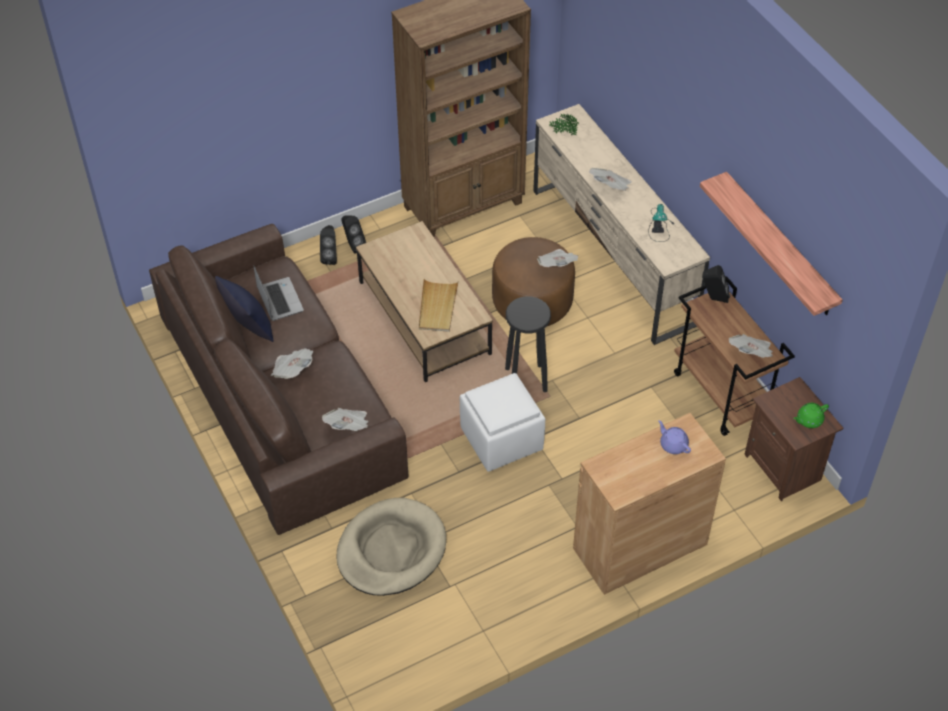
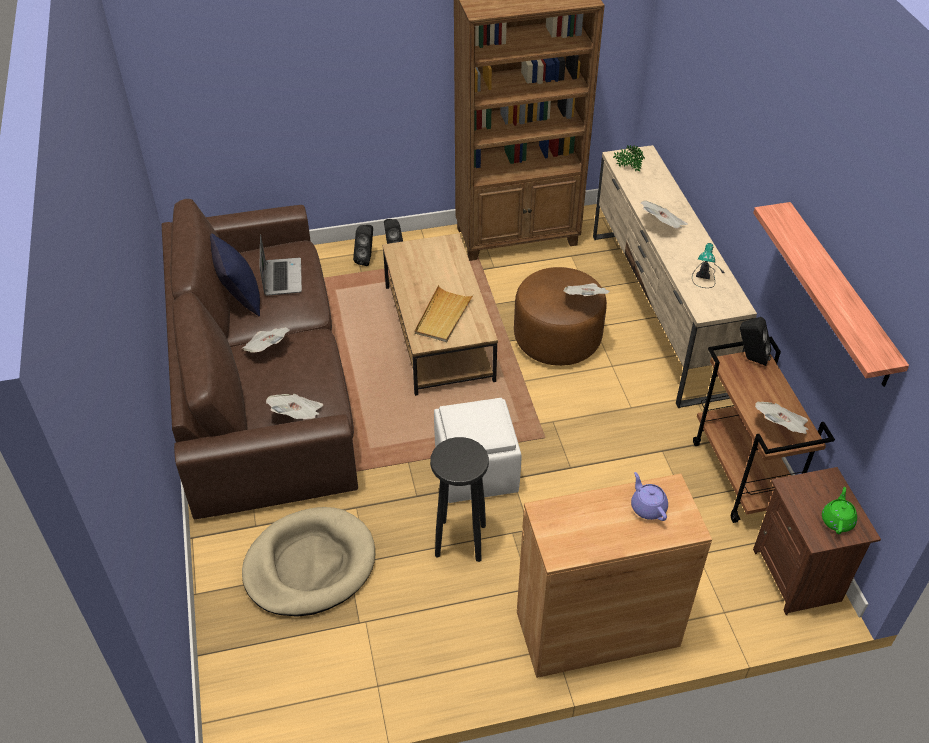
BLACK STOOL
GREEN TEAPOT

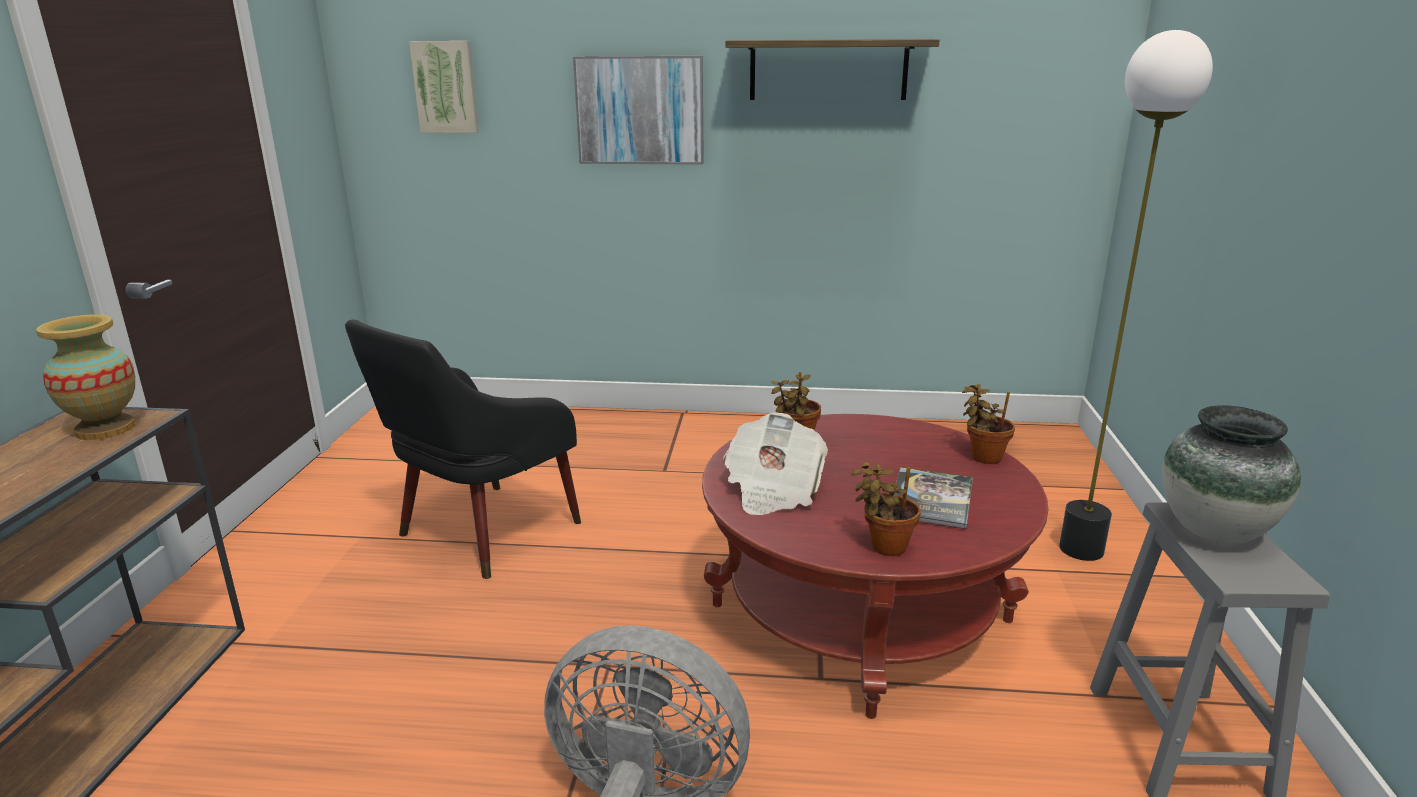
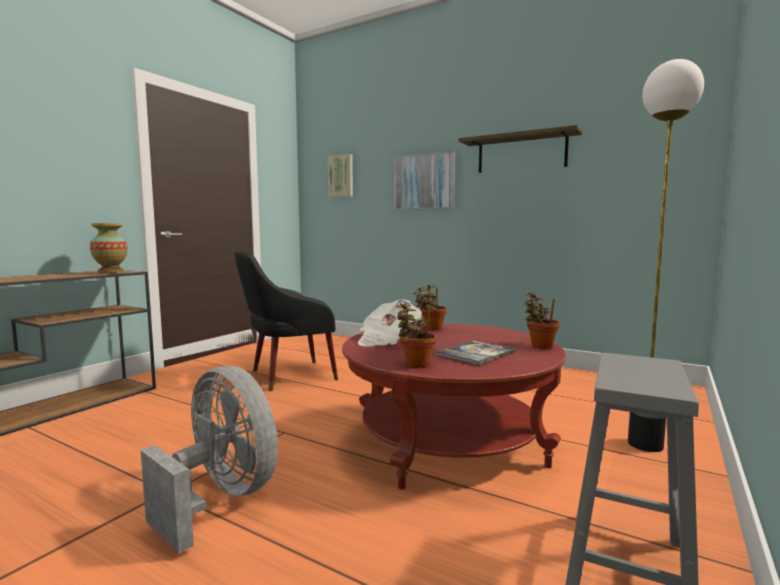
FLOWER VASE (2nd from left in the first image)

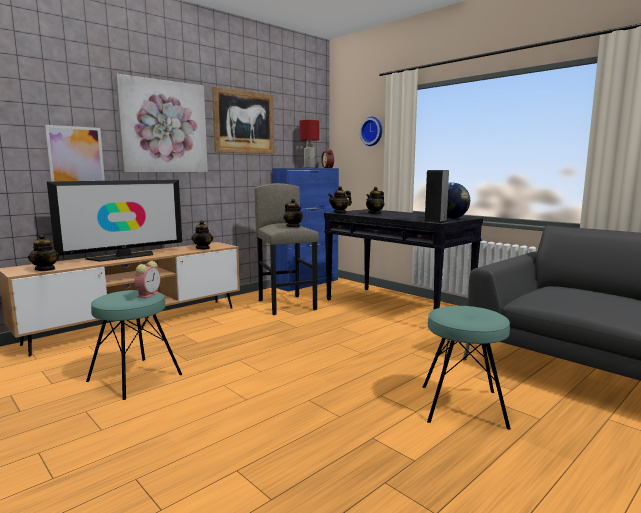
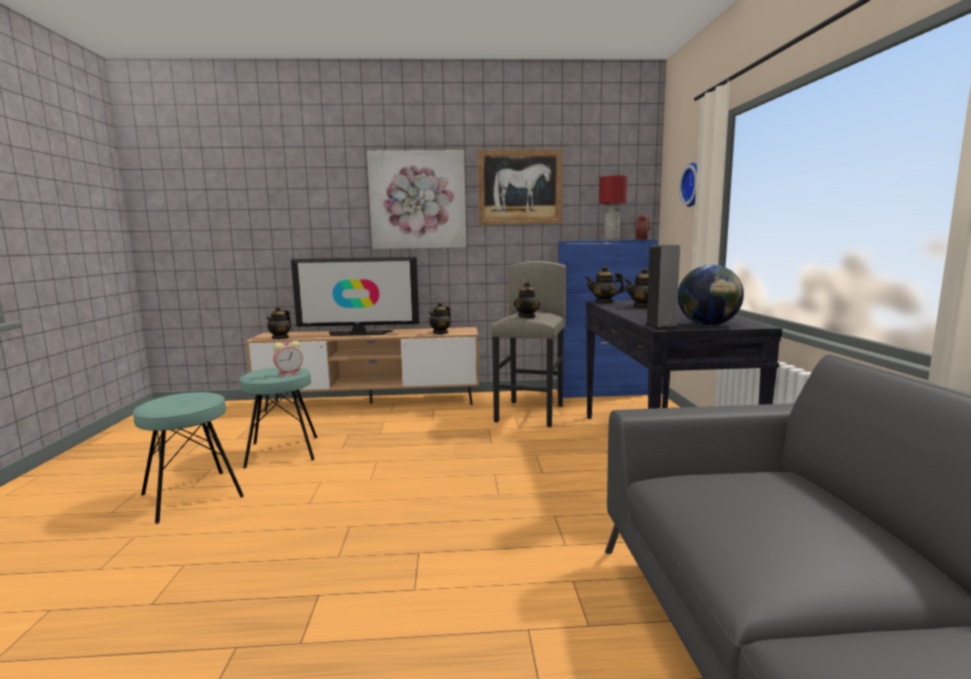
BLUE-GREEN STOOL (1st from left)
WALL ART (1st from left in the first image)

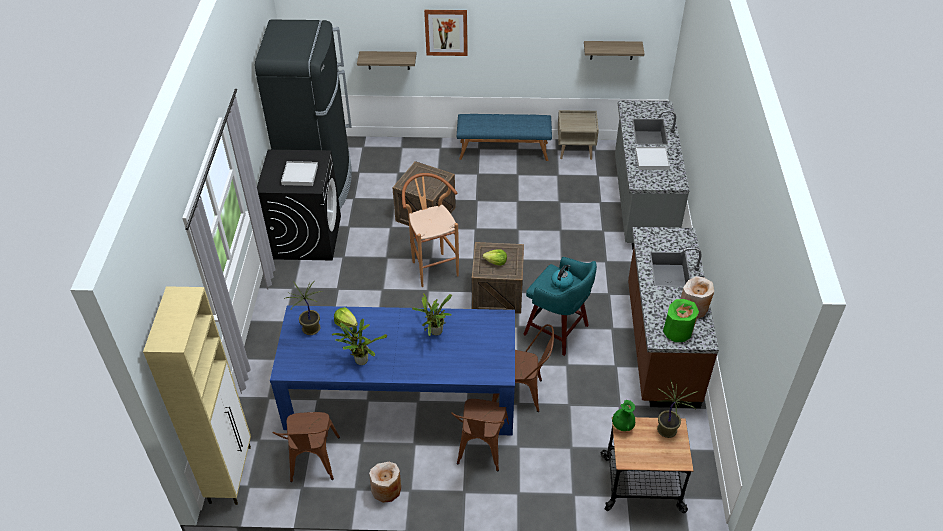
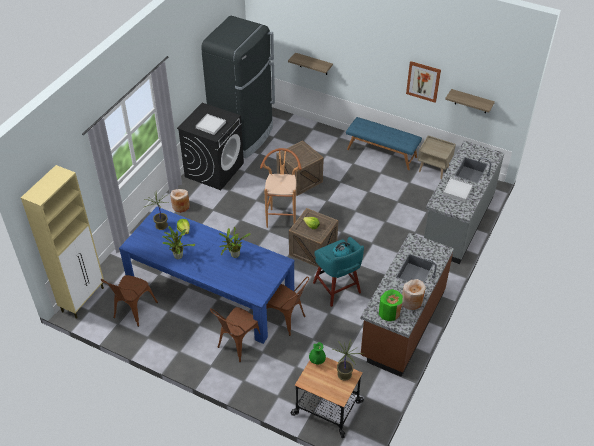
SAND-COLOURED FLOWER VASE (1st from left)
WALL ART

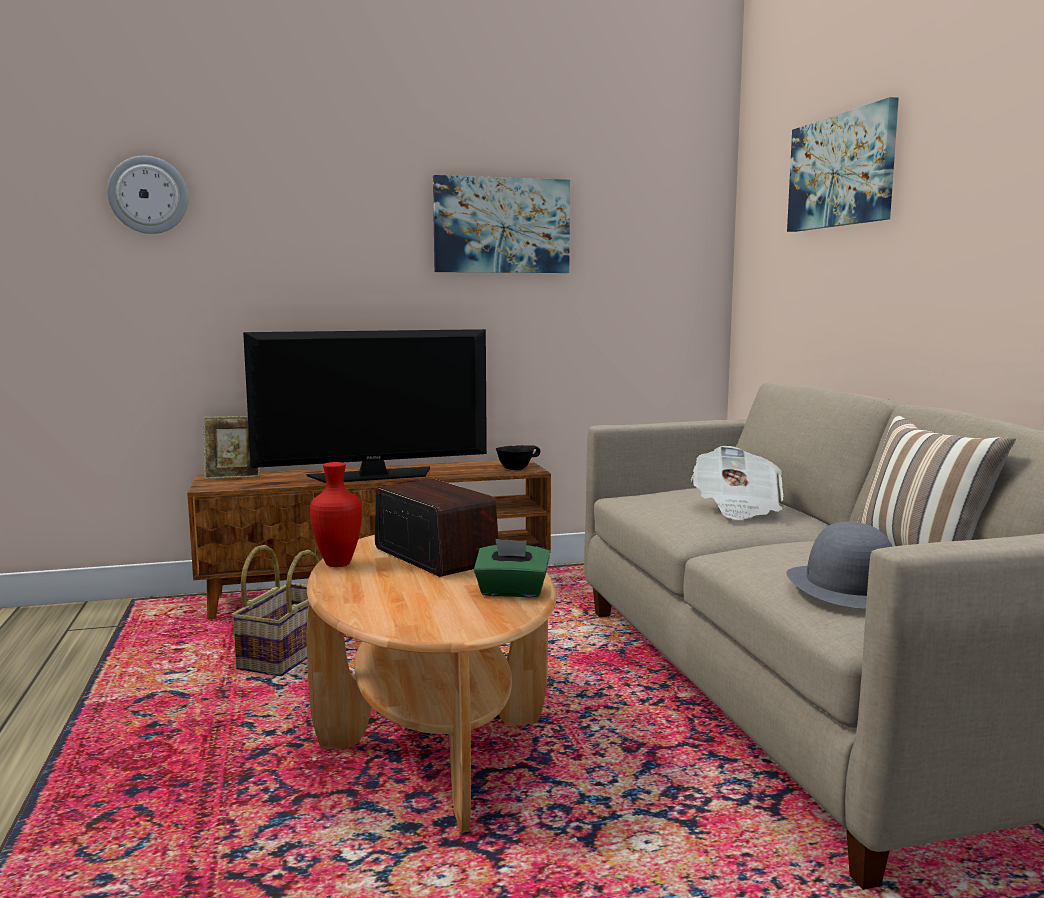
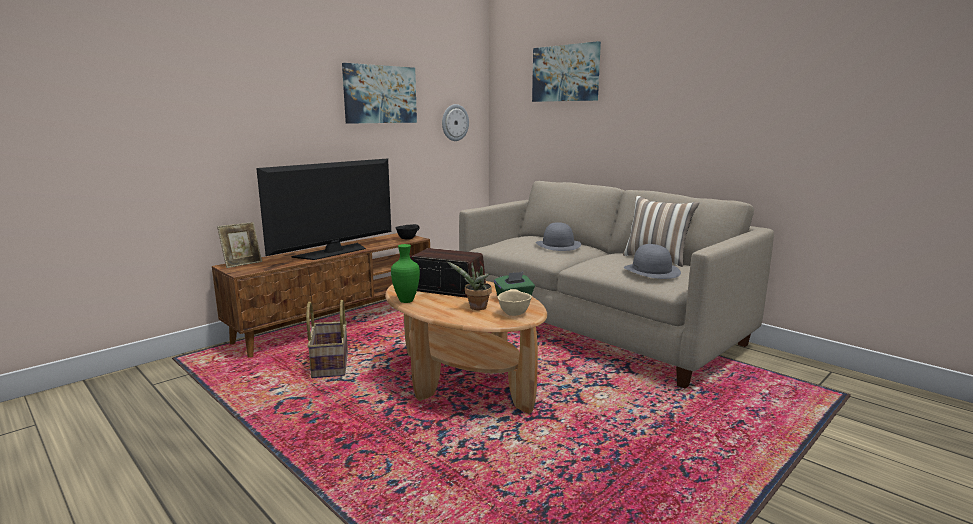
GREEN FLOWER VASE
HANGING CLOCK
POTTED PLANT
SAND-COLOURED SERVING BOWL
GRAY HAT (1st from left)

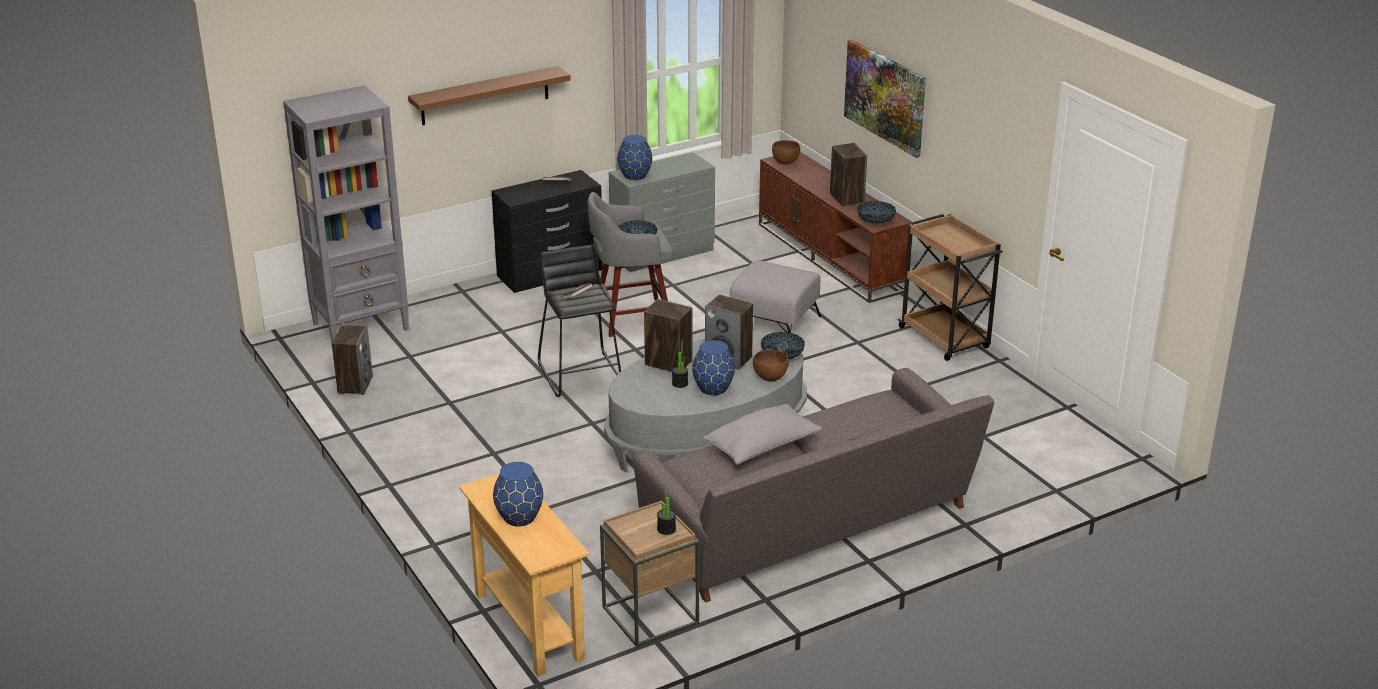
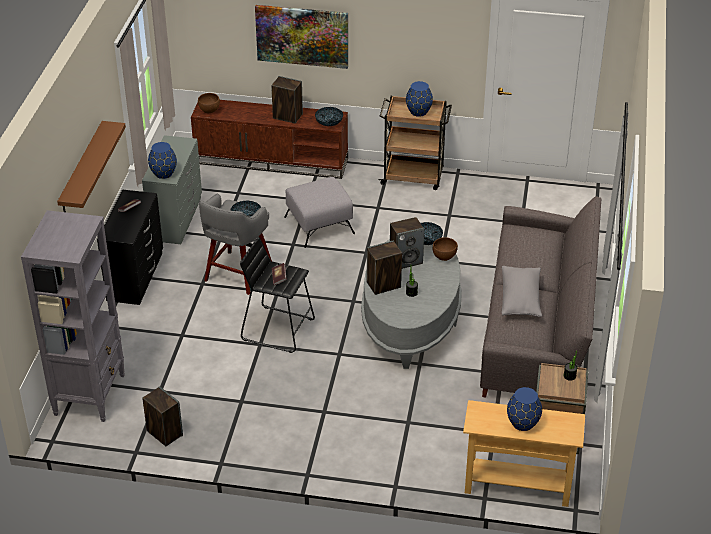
BLUE FLOWER VASE (2nd from left)

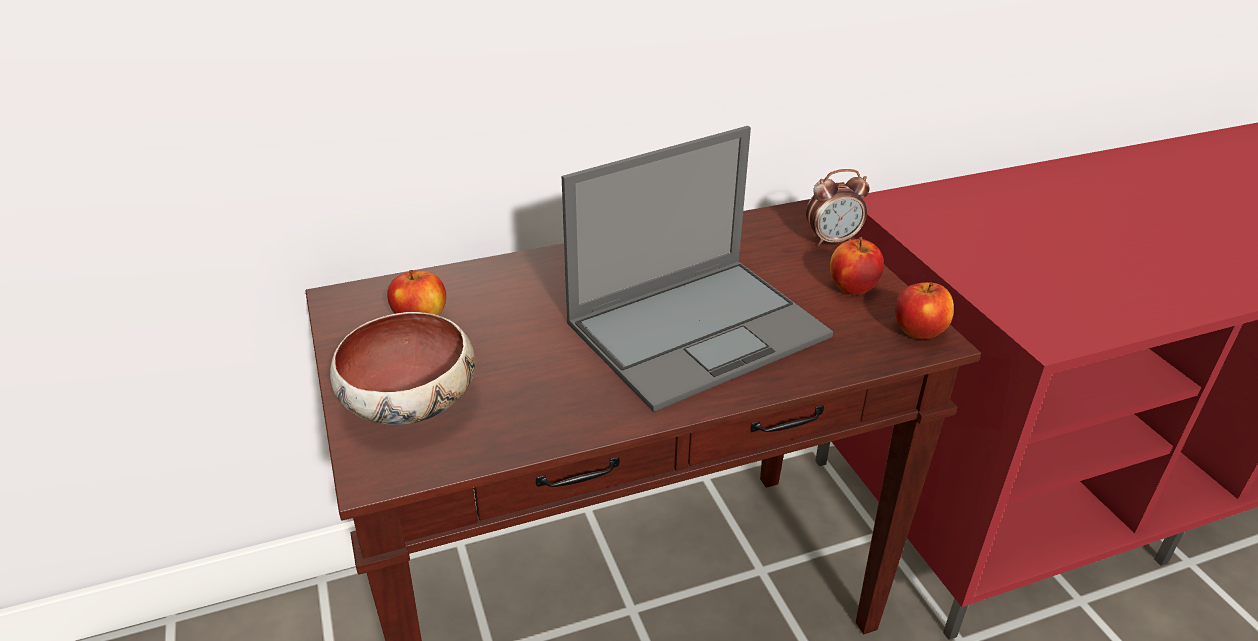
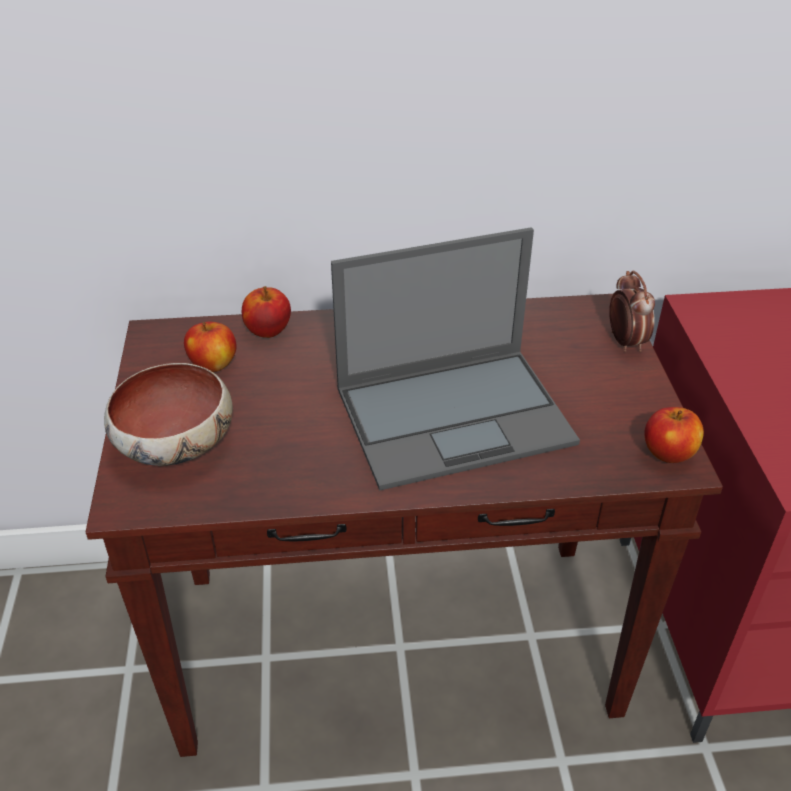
WHOLE APPLE (2nd from left)
ALARM CLOCK

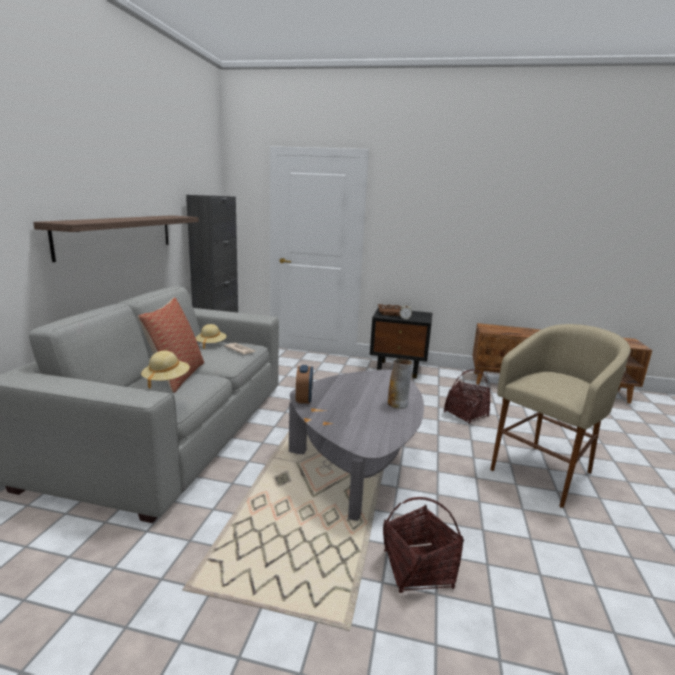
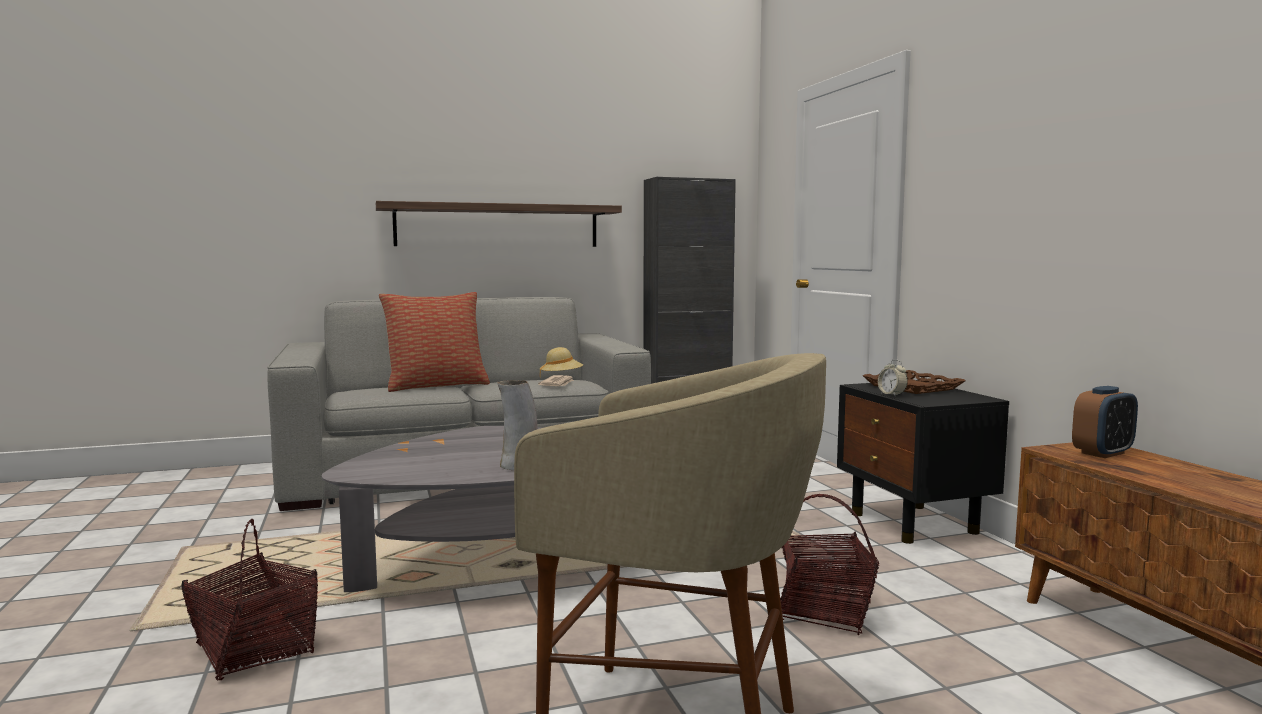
ALARM CLOCK (2nd from left)
SAND-COLOURED HAT (1st from left in the first image)

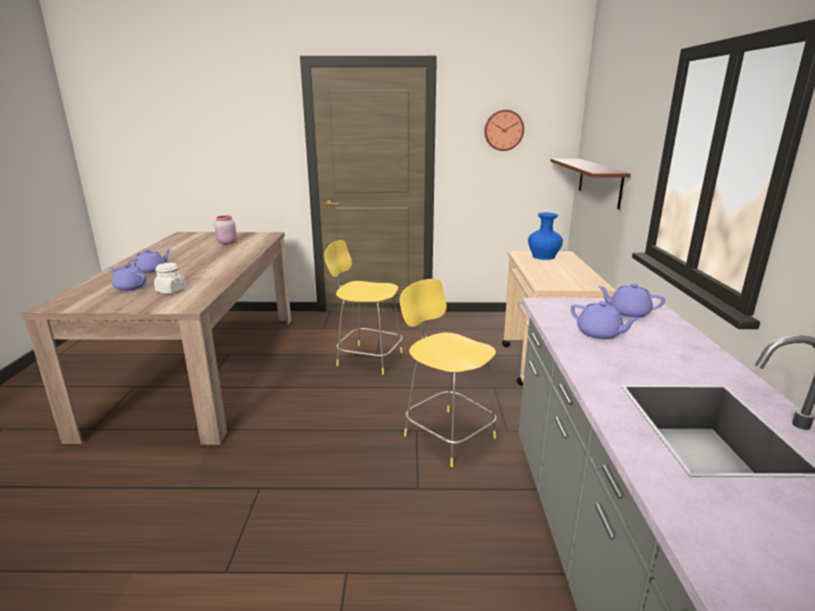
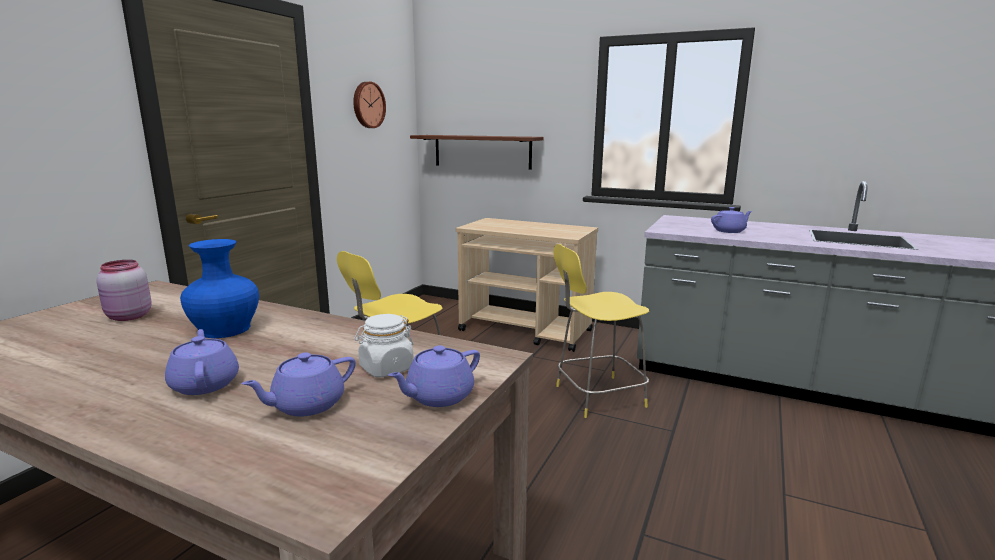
BLUE FLOWER VASE
PURPLE TEAPOT (3rd from left)

